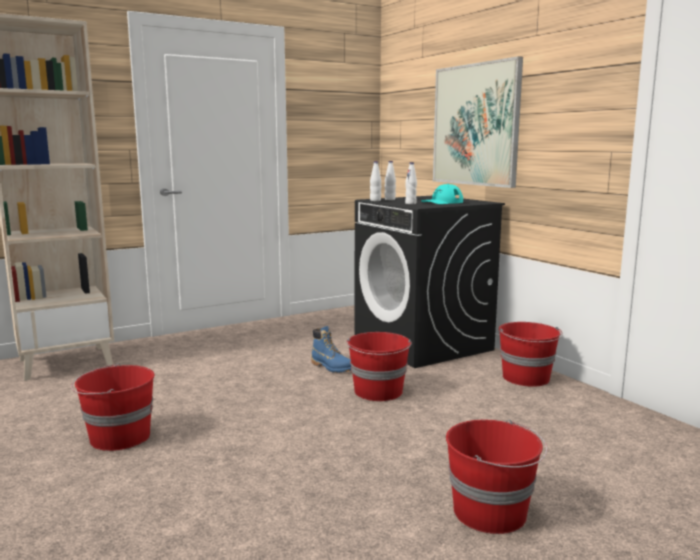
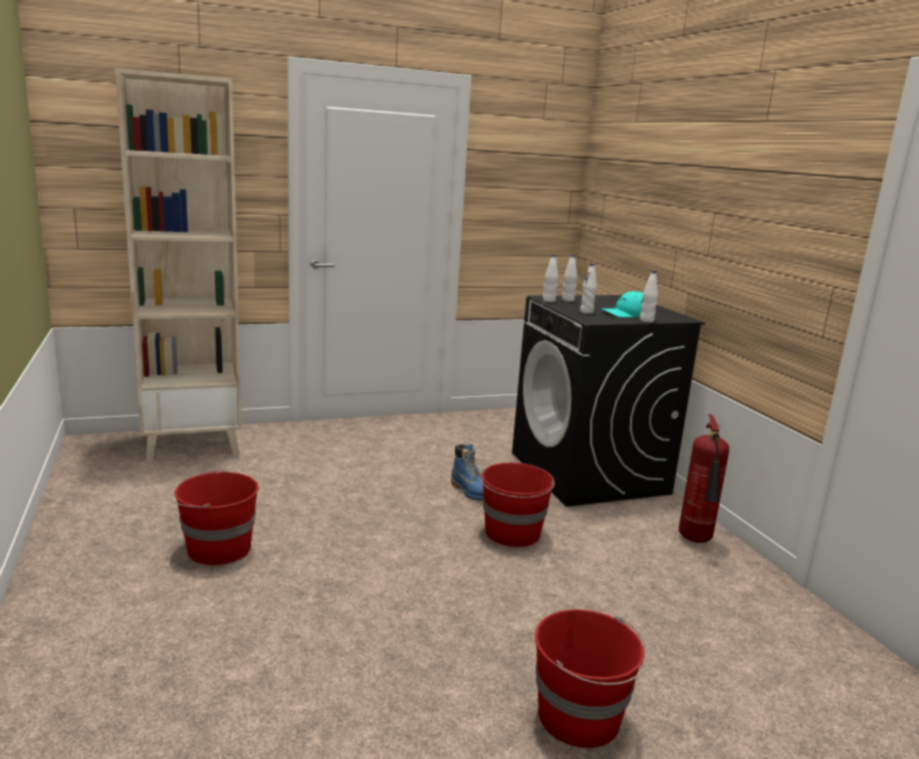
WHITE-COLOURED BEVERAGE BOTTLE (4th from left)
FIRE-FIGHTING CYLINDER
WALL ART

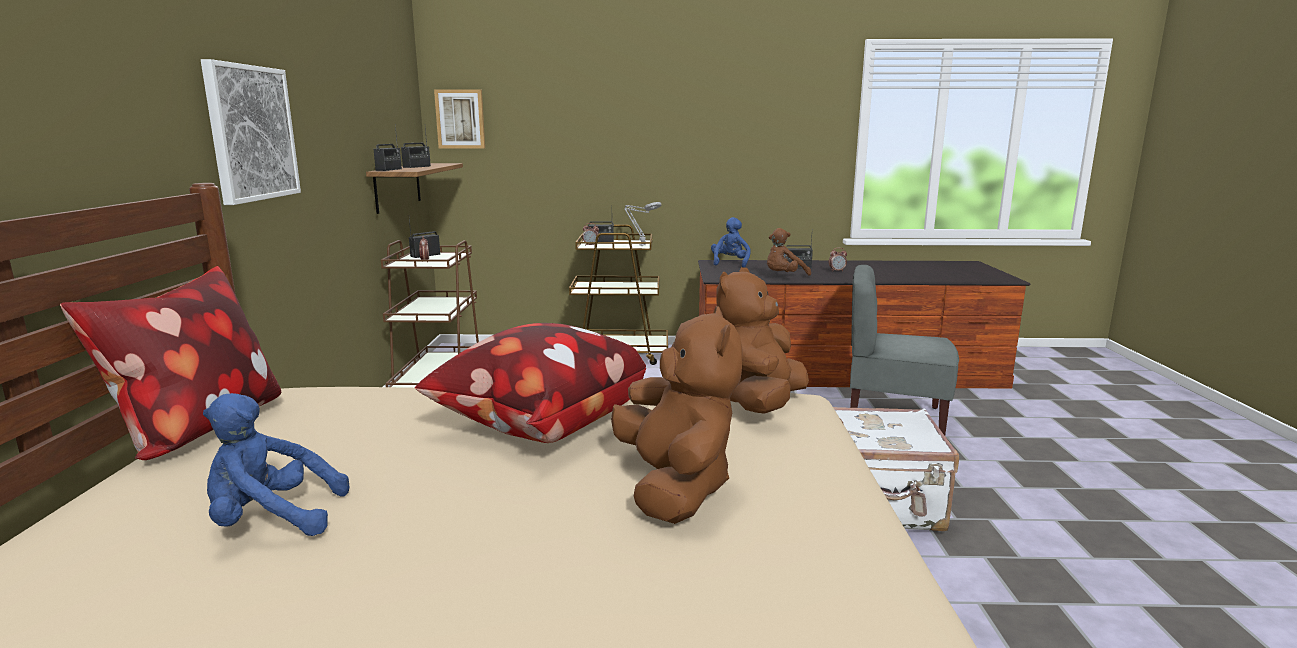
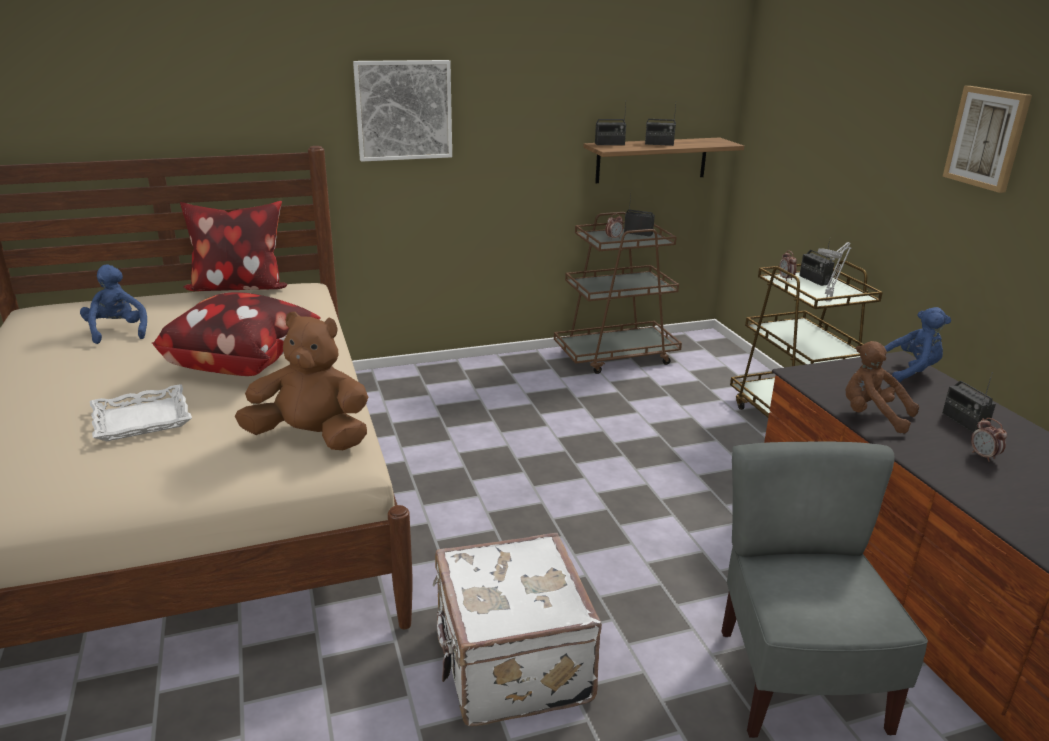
WHITE-COLOURED CARRYING TRAY
WALL ART (2nd from left)

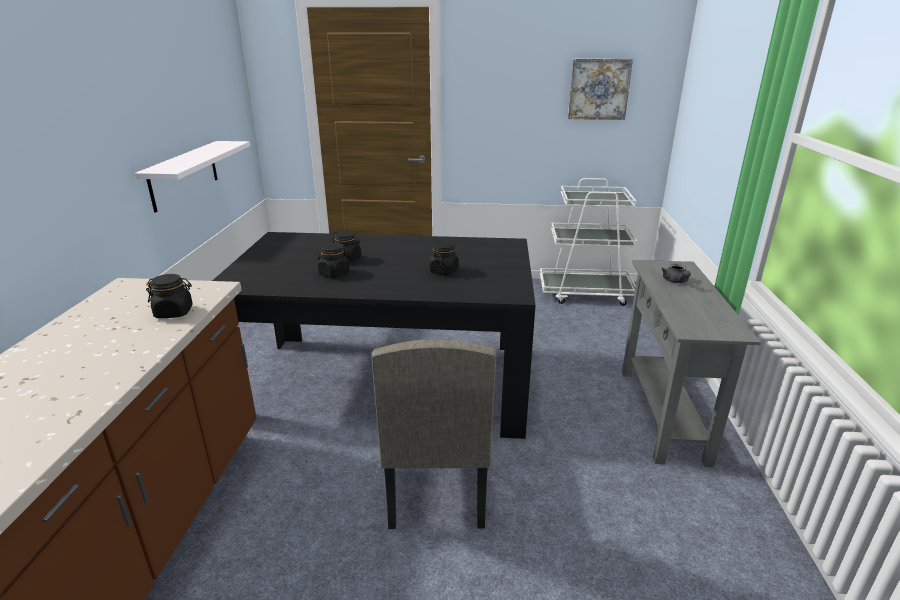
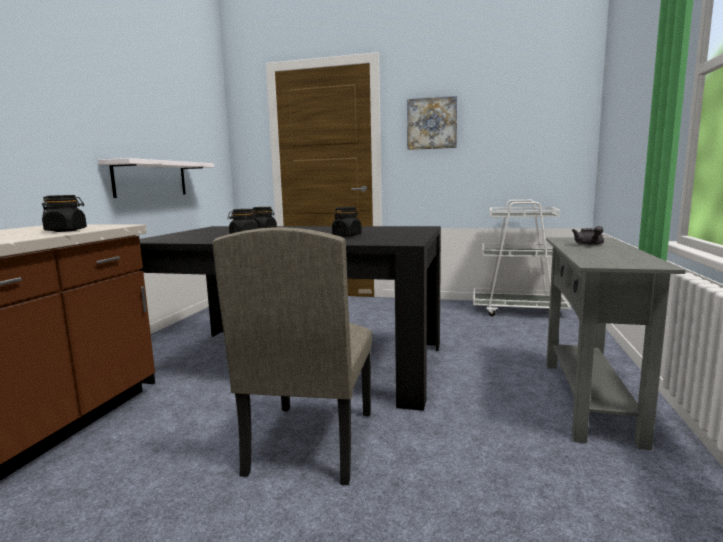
WALL ART

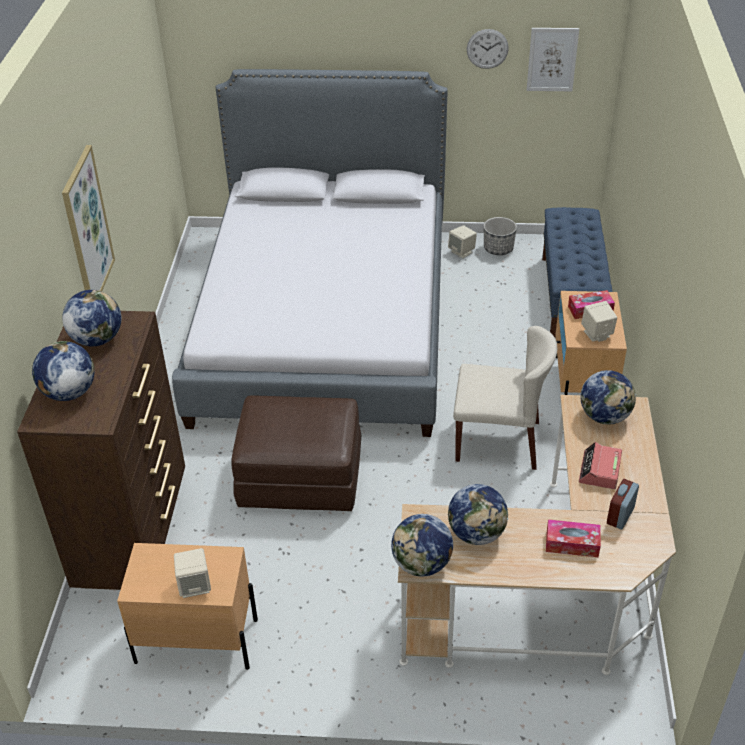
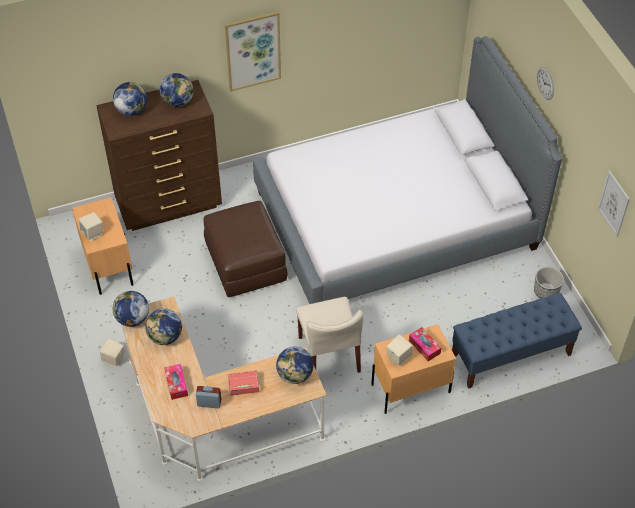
SAND-COLOURED LOUDSPEAKER (2nd from left)
HANGING CLOCK

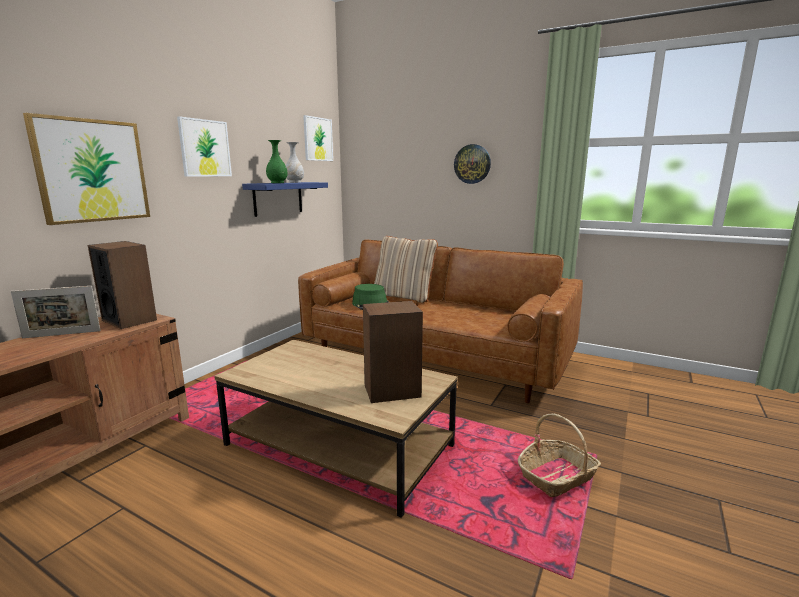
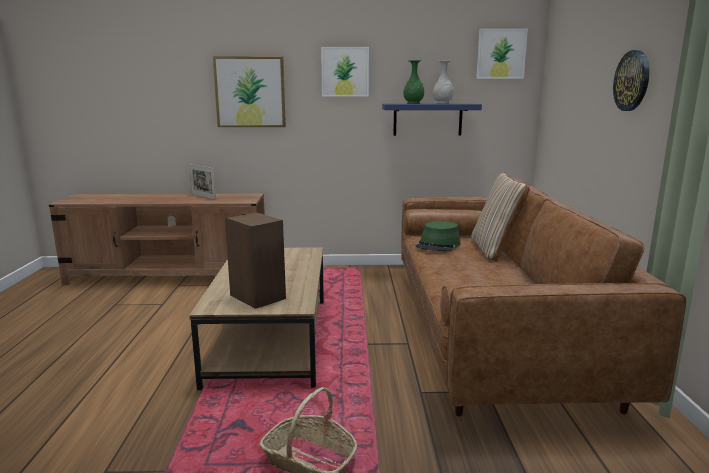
LOUDSPEAKER (1st from left in the first image)

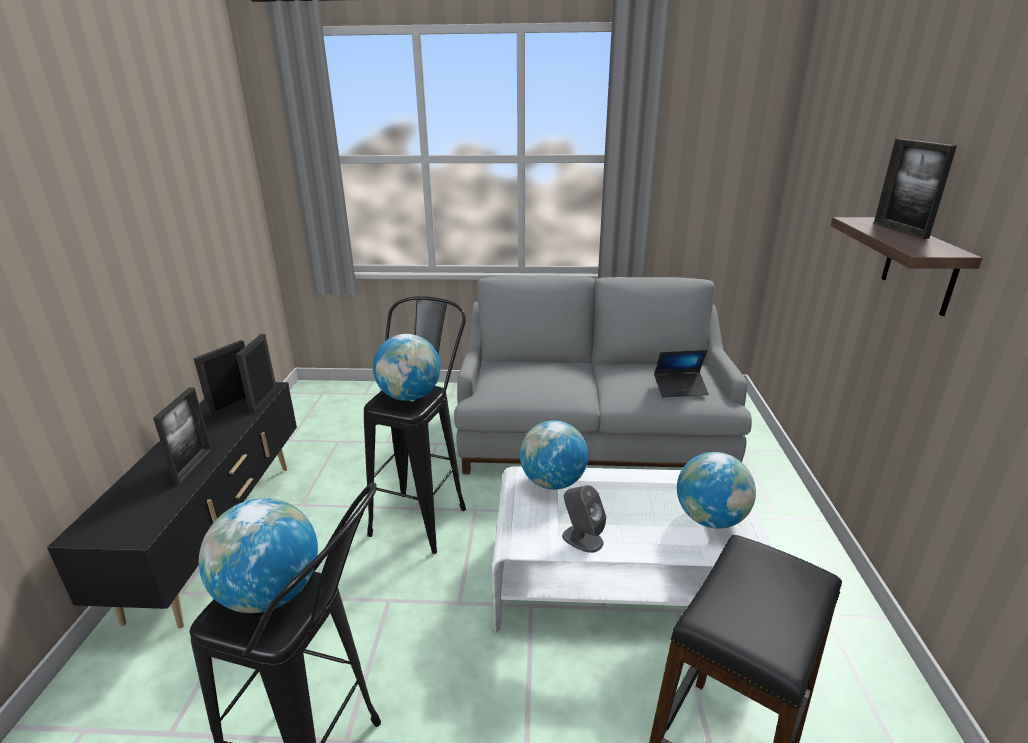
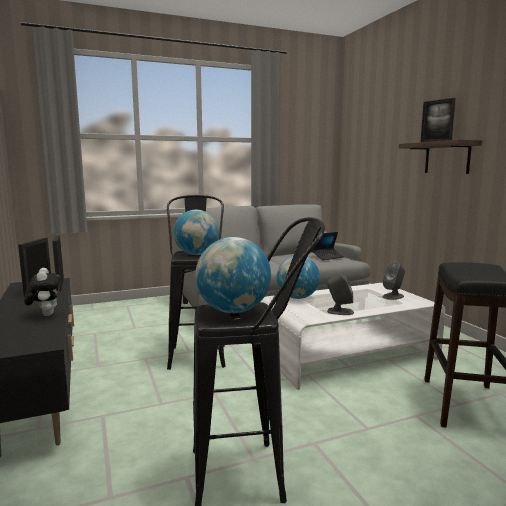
SOFT TOY
GRAY LOUDSPEAKER (2nd from left)

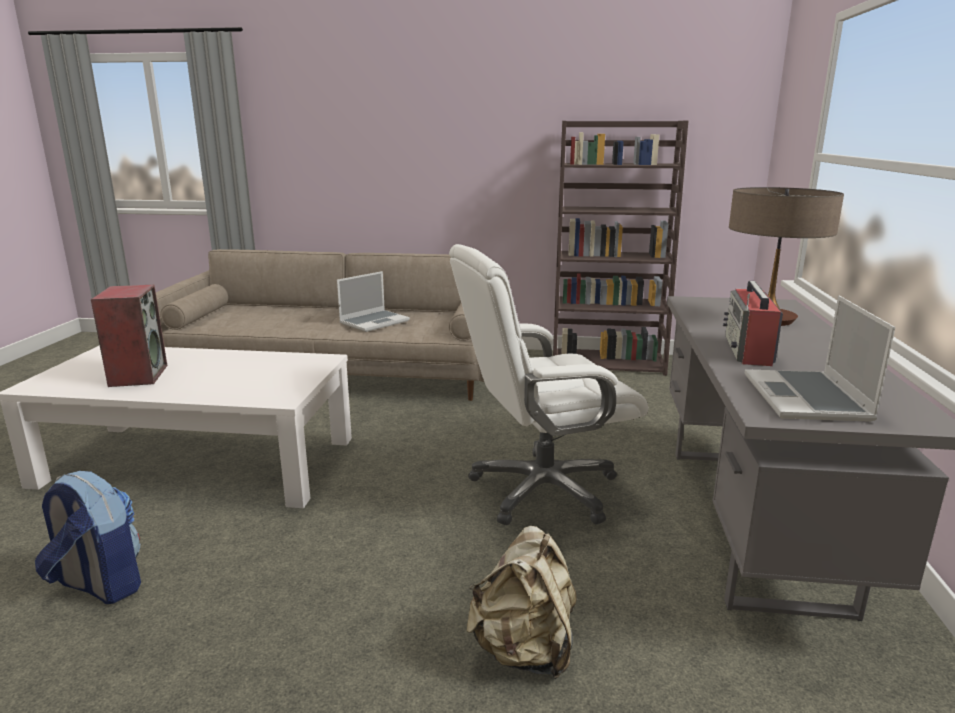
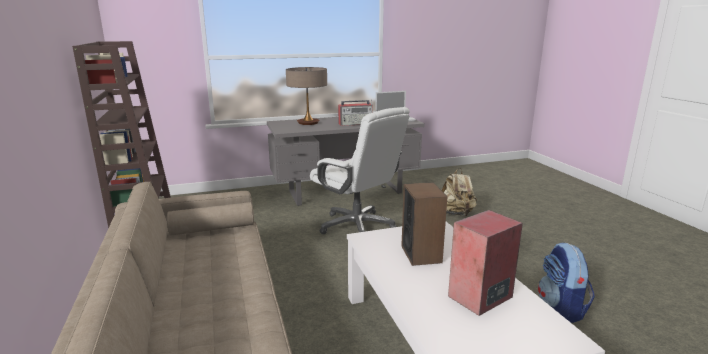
LOUDSPEAKER (1st from left)
NOTEBOOK COMPUTER (1st from left in the first image)

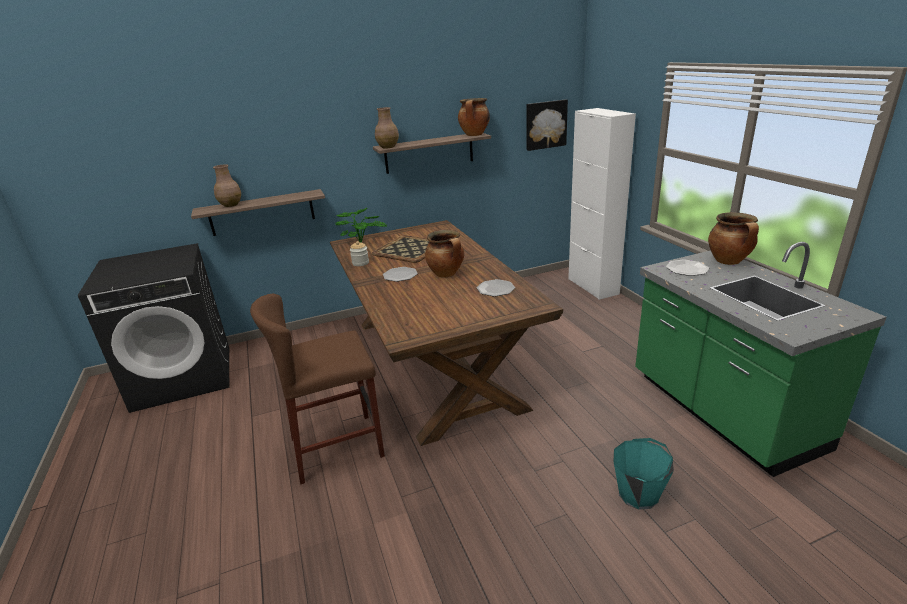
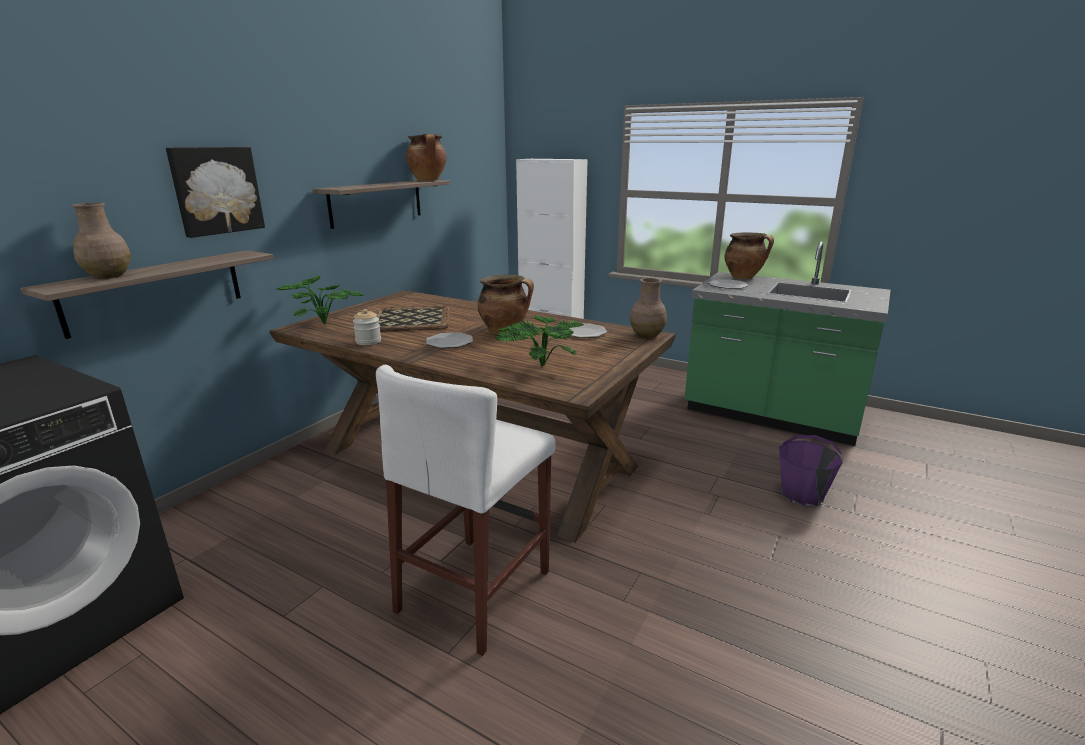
WALL ART
WHITE-COLOURED STOOL
POTTED PLANT (2nd from left)
BROWN FLOWER VASE (2nd from left)
PURPLE BUCKET

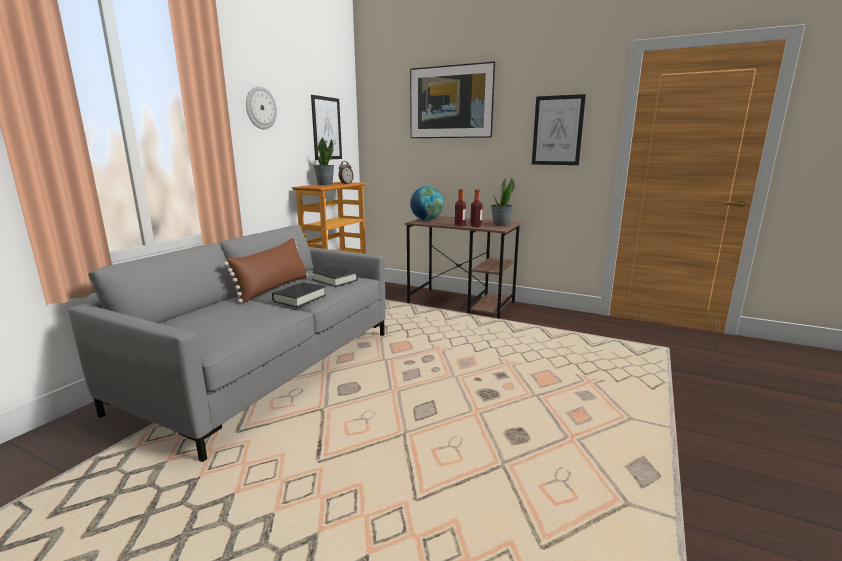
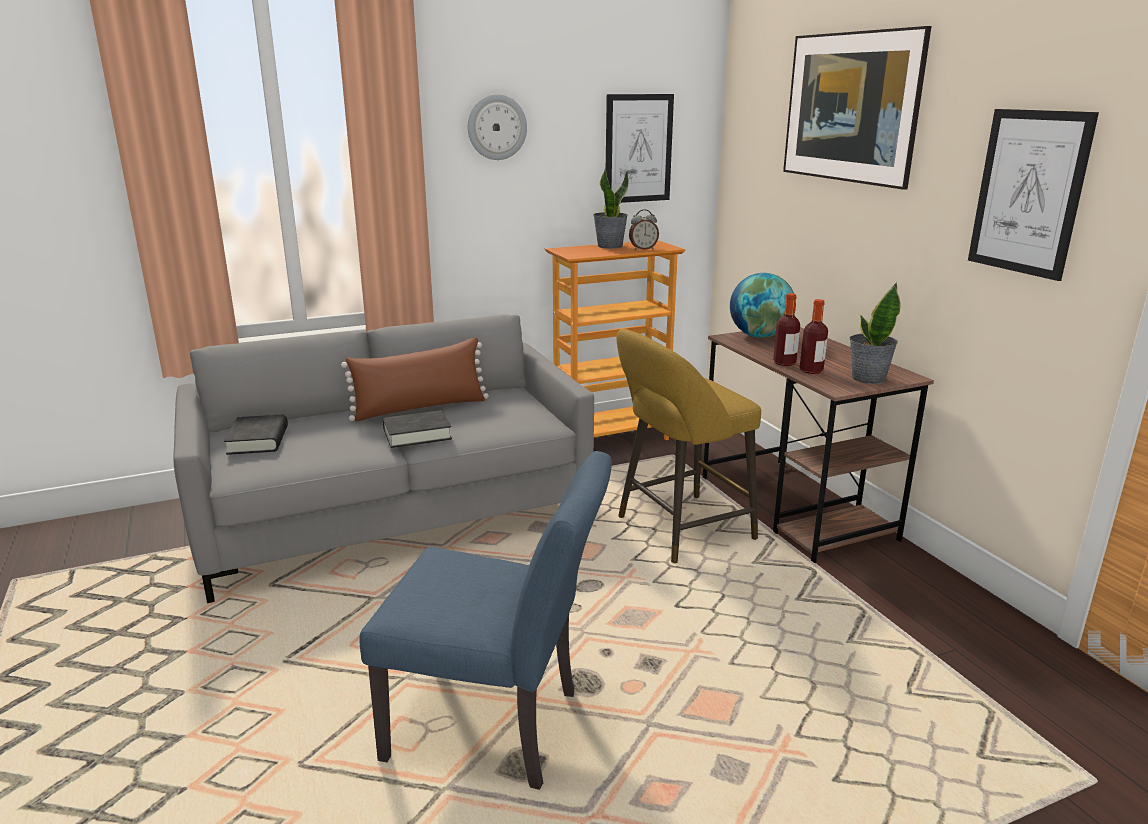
BLACK BOUND BOOK (1st from left)
BLUE CHAIR
YELLOWISH STOOL

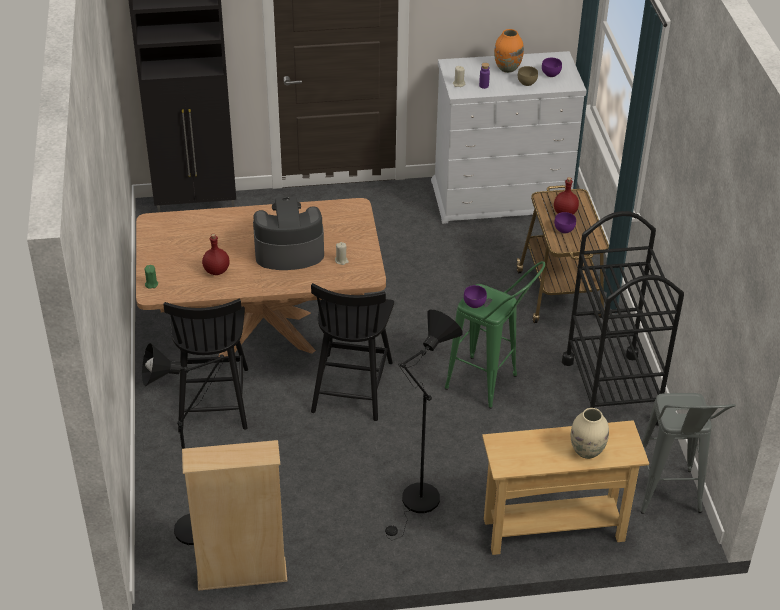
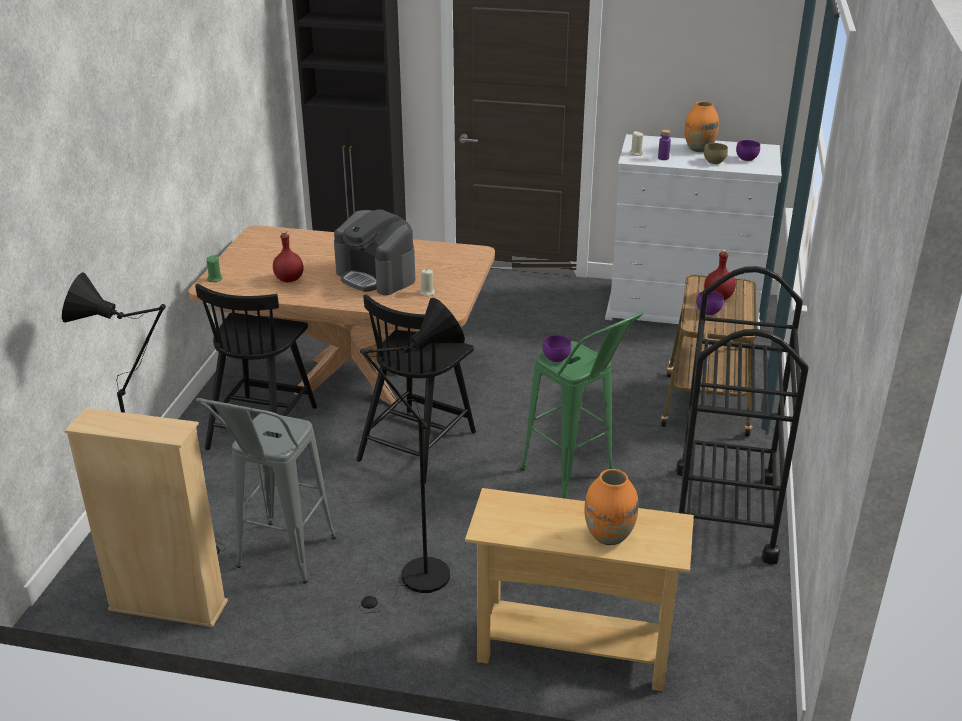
GRAY STOOL
COFFEE BREWER
ORANGEY FLOWER VASE (1st from left)

